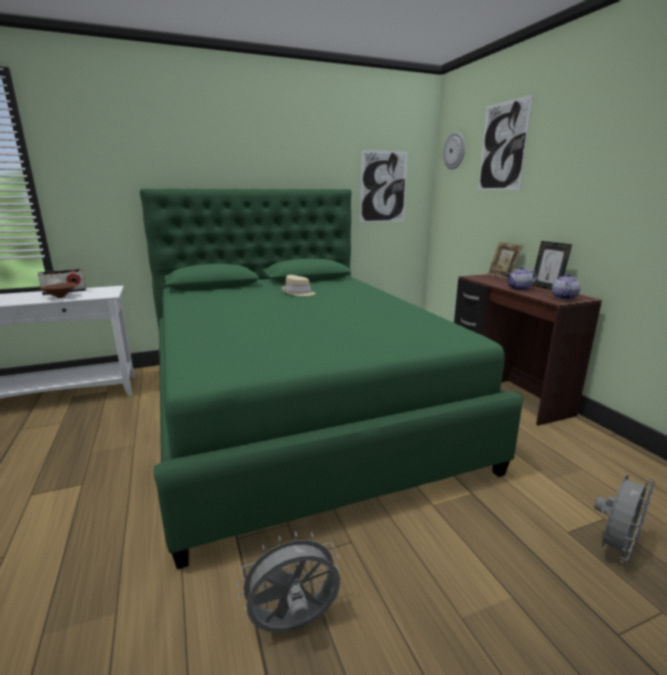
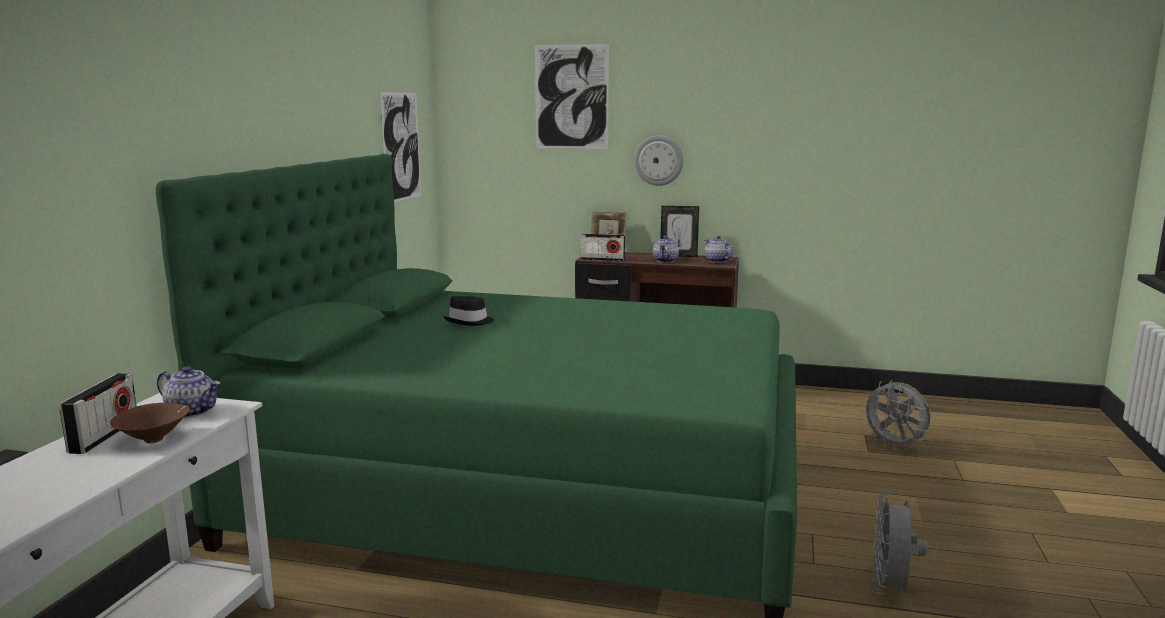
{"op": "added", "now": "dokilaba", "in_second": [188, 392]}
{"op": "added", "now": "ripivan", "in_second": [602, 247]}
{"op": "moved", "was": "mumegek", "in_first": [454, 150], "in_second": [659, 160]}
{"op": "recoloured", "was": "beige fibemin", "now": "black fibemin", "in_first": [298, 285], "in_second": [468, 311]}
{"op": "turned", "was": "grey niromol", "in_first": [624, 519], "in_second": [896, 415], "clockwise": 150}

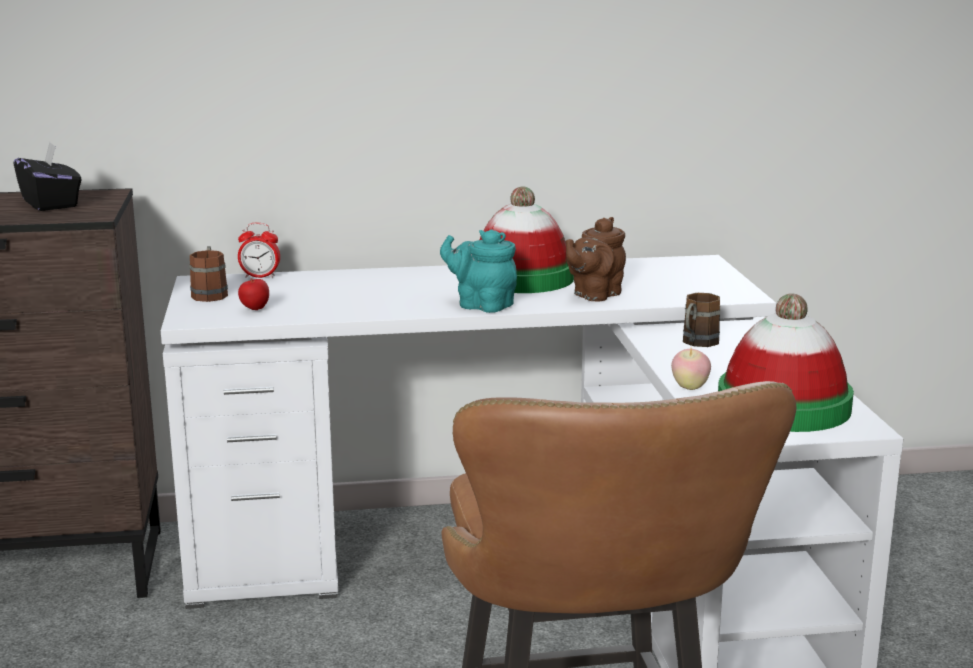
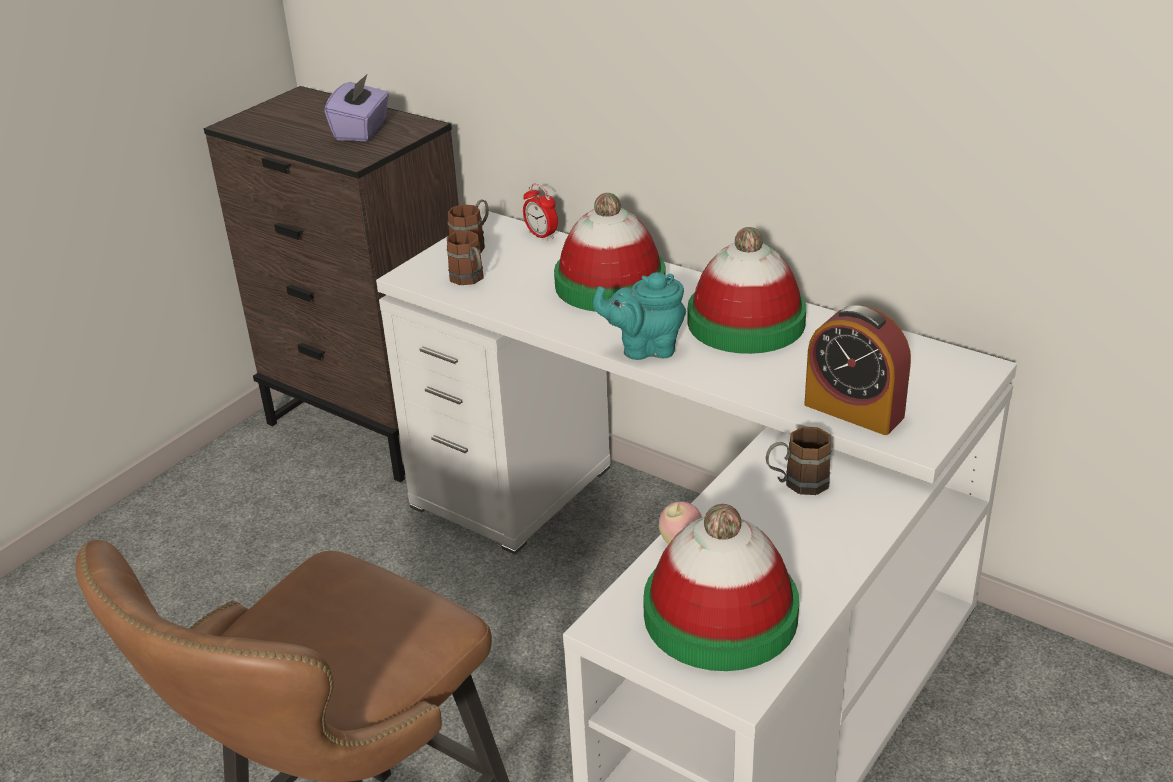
{"op": "removed", "was": "brown dokilaba", "in_first": [596, 259]}
{"op": "added", "now": "fibemin", "in_second": [609, 252]}
{"op": "added", "now": "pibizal", "in_second": [858, 370]}
{"op": "replaced", "was": "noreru", "now": "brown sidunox", "in_first": [253, 294], "in_second": [465, 258]}
{"op": "recoloured", "was": "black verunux", "now": "purple verunux", "in_first": [47, 176], "in_second": [356, 107]}
{"op": "turned", "was": "turquoise dokilaba", "in_first": [478, 271], "in_second": [639, 316], "clockwise": -75}

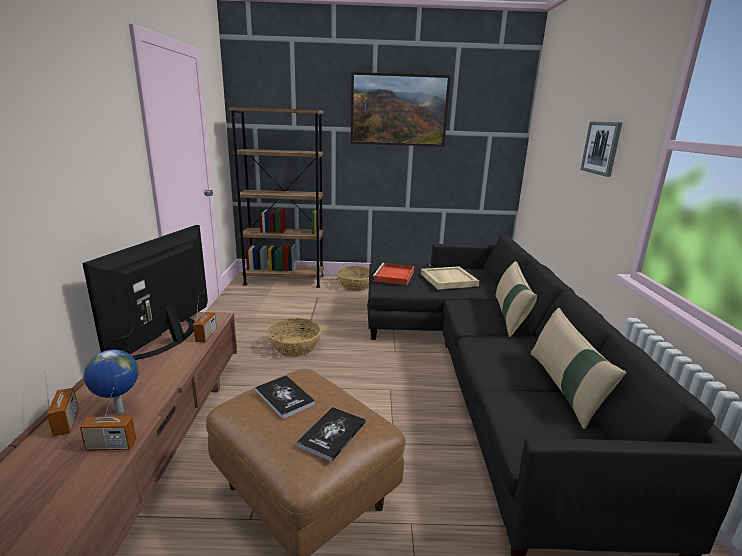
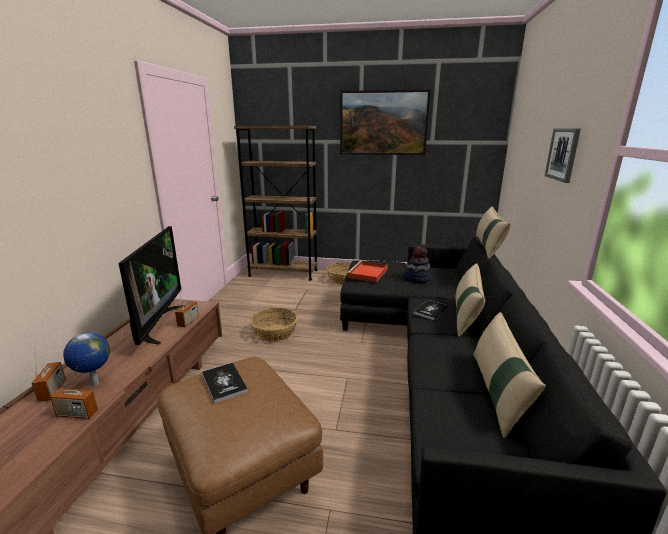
{"op": "added", "now": "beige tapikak", "in_second": [493, 232]}
{"op": "moved", "was": "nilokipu", "in_first": [331, 434], "in_second": [430, 310]}
{"op": "replaced", "was": "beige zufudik", "now": "fibemin", "in_first": [450, 278], "in_second": [417, 264]}
{"op": "turned", "was": "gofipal", "in_first": [145, 292], "in_second": [151, 285], "clockwise": 150}

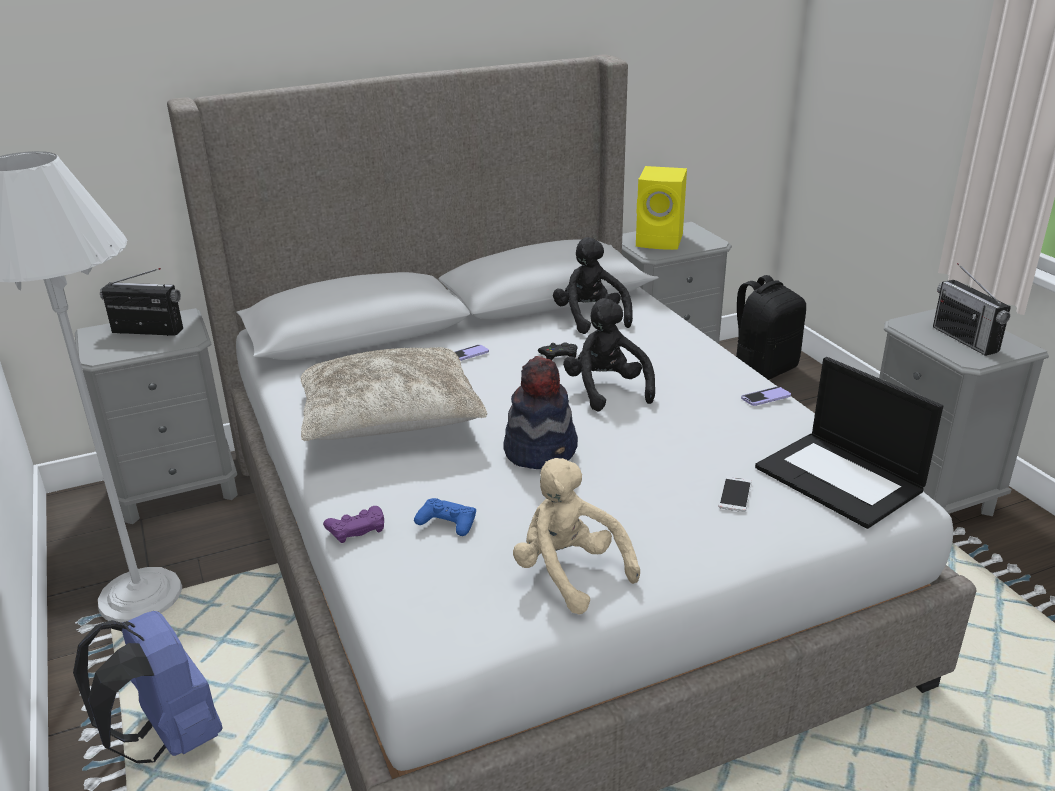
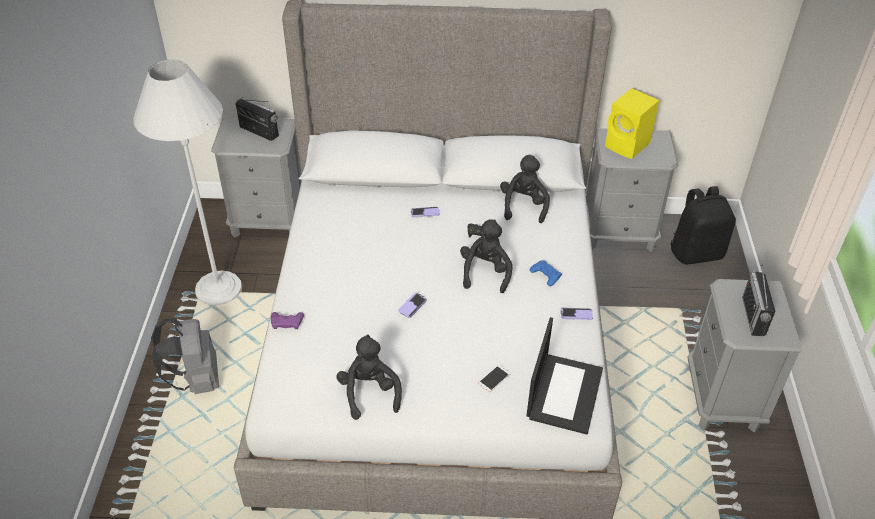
{"op": "removed", "was": "beige tapikak", "in_first": [393, 394]}
{"op": "moved", "was": "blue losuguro", "in_first": [445, 517], "in_second": [546, 273]}
{"op": "replaced", "was": "fibemin", "now": "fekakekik", "in_first": [540, 412], "in_second": [412, 305]}
{"op": "recoloured", "was": "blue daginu", "now": "grey daginu", "in_first": [147, 687], "in_second": [185, 356]}
{"op": "recoloured", "was": "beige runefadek", "now": "black runefadek", "in_first": [576, 536], "in_second": [369, 377]}
{"op": "turned", "was": "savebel", "in_first": [849, 443], "in_second": [564, 376], "clockwise": -150}

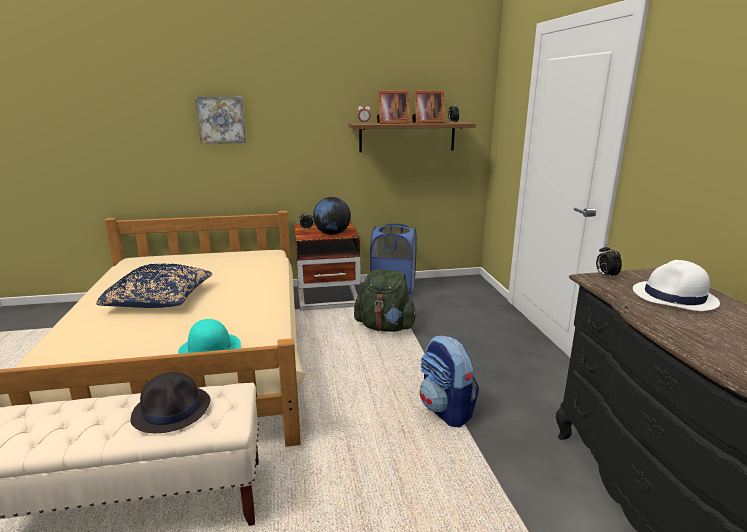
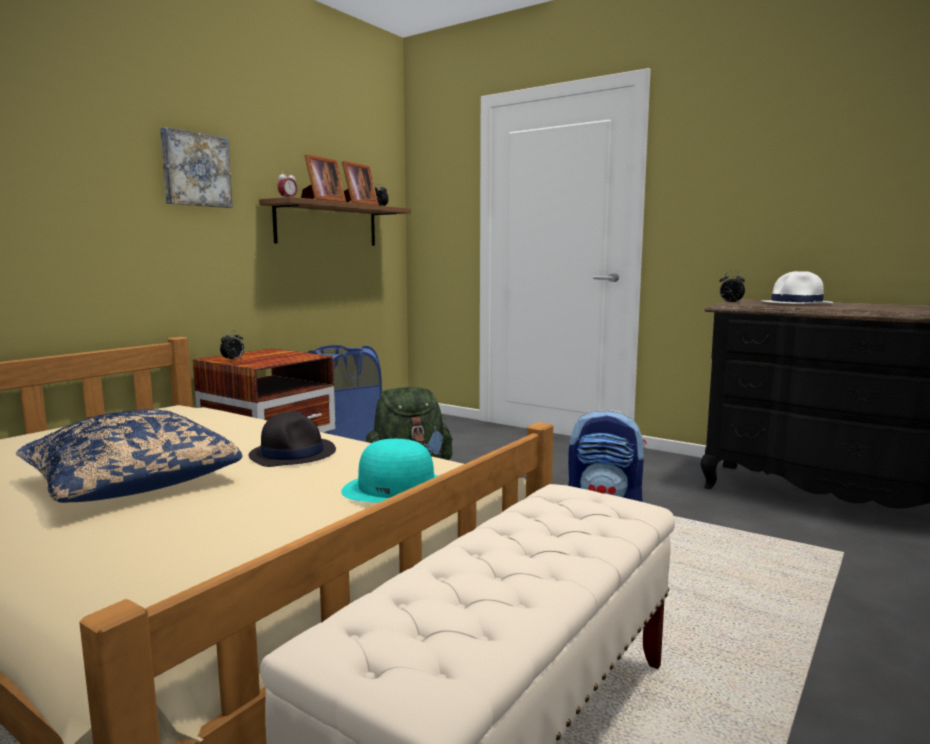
{"op": "removed", "was": "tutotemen", "in_first": [332, 216]}
{"op": "moved", "was": "black fibemin", "in_first": [170, 402], "in_second": [292, 439]}
{"op": "moved", "was": "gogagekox", "in_first": [220, 120], "in_second": [196, 167]}

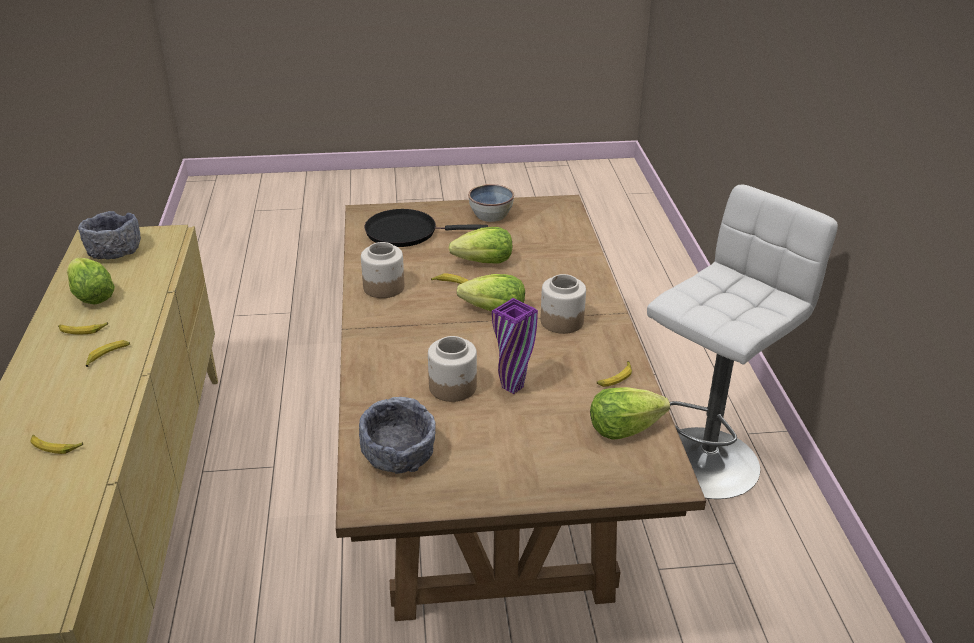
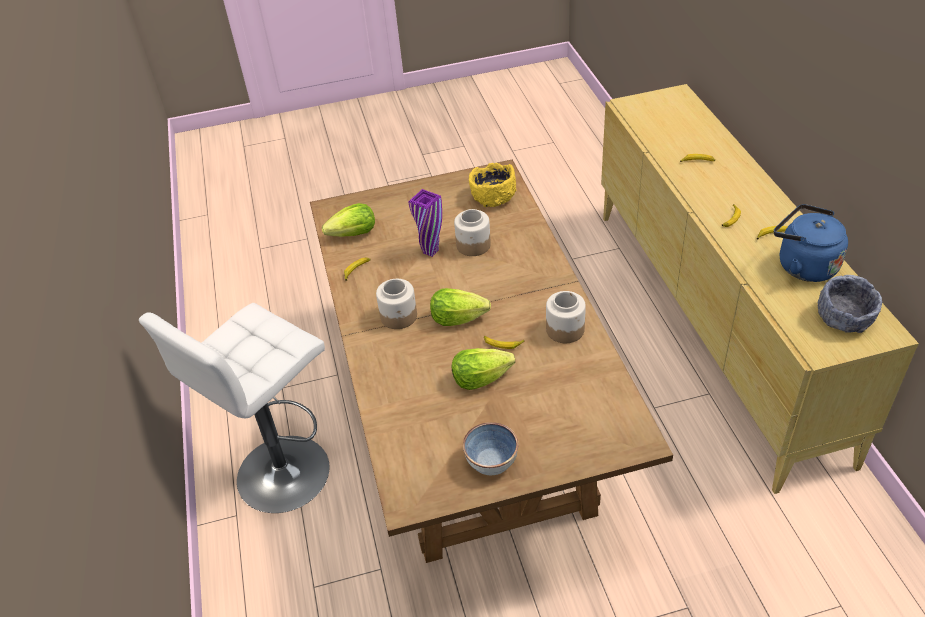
{"op": "removed", "was": "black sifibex", "in_first": [426, 228]}
{"op": "replaced", "was": "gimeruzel", "now": "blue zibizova", "in_first": [91, 281], "in_second": [811, 243]}
{"op": "recoloured", "was": "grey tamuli", "now": "yellow tamuli", "in_first": [397, 435], "in_second": [492, 184]}

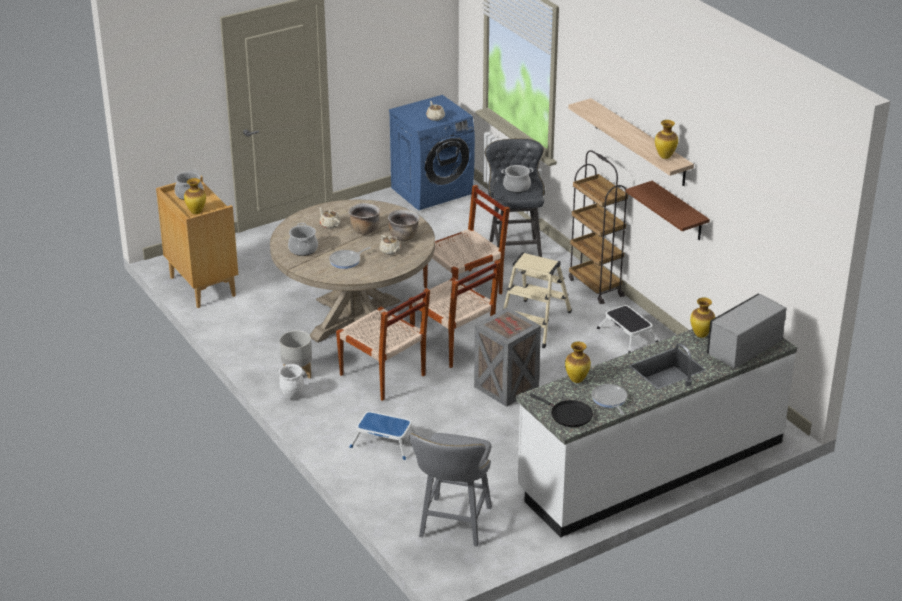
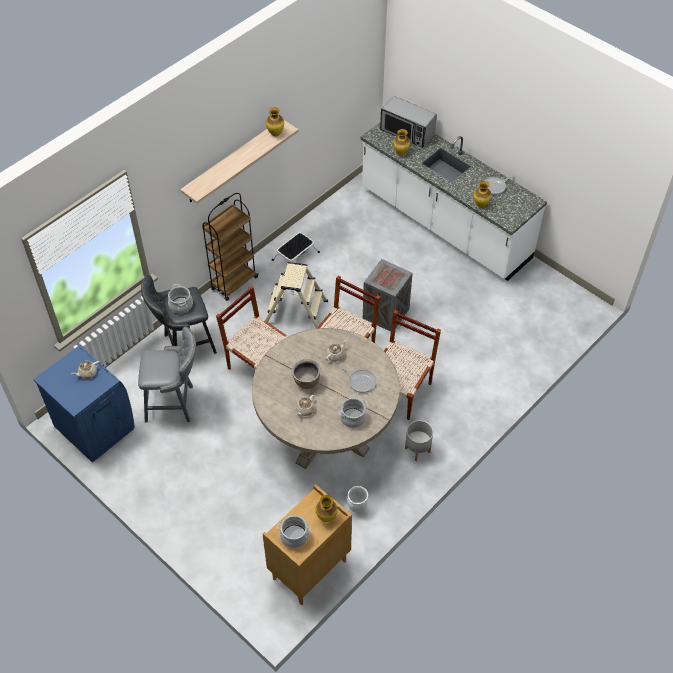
{"op": "removed", "was": "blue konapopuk", "in_first": [383, 435]}
{"op": "removed", "was": "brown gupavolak", "in_first": [404, 225]}
{"op": "removed", "was": "black sifibex", "in_first": [561, 410]}
{"op": "removed", "was": "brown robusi", "in_first": [667, 210]}
{"op": "moved", "was": "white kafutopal", "in_first": [291, 382], "in_second": [357, 499]}
{"op": "moved", "was": "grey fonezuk", "in_first": [450, 490], "in_second": [167, 374]}

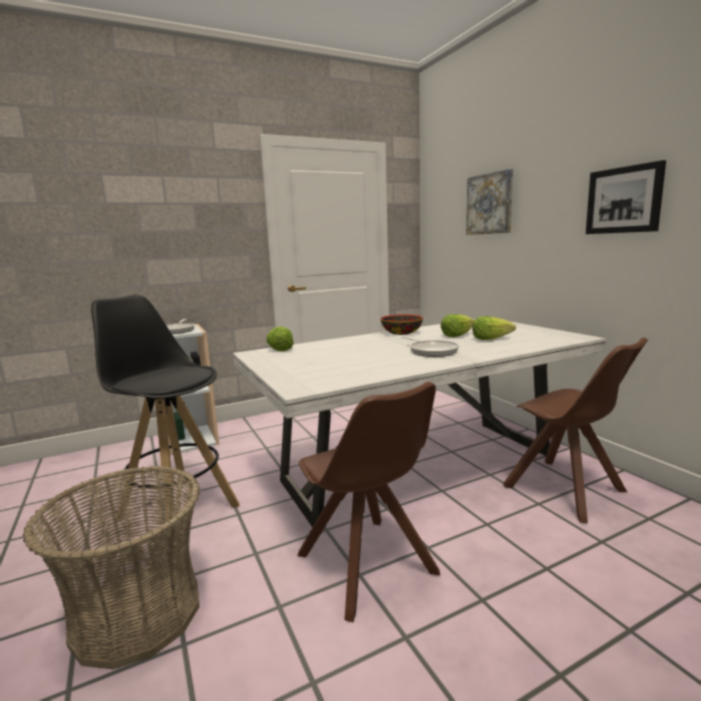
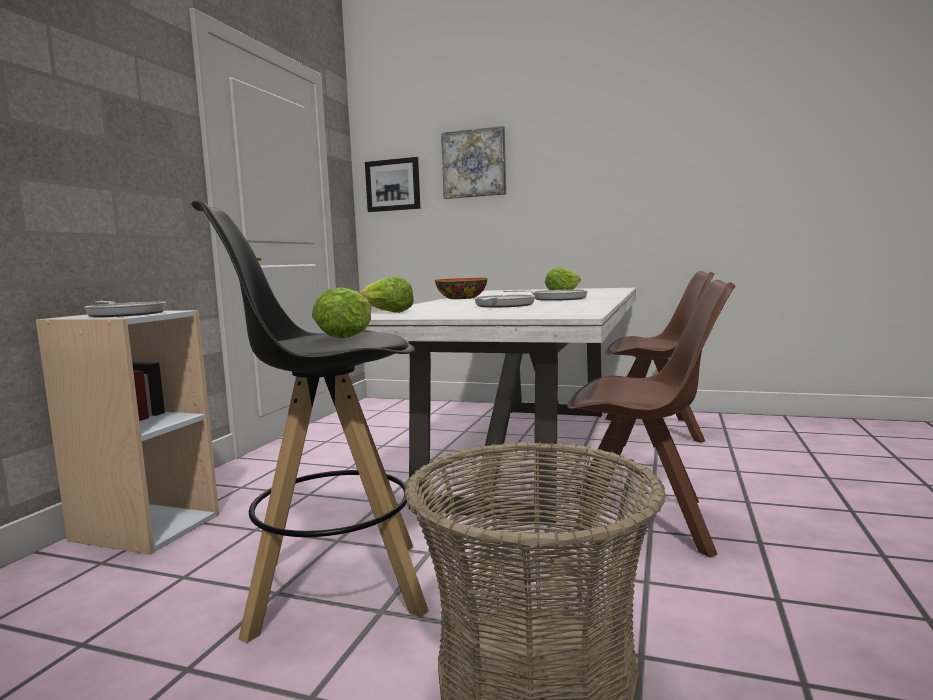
{"op": "added", "now": "sifibex", "in_second": [504, 301]}
{"op": "moved", "was": "gimeruzel", "in_first": [457, 325], "in_second": [341, 313]}
{"op": "moved", "was": "gogagekox", "in_first": [626, 197], "in_second": [392, 184]}

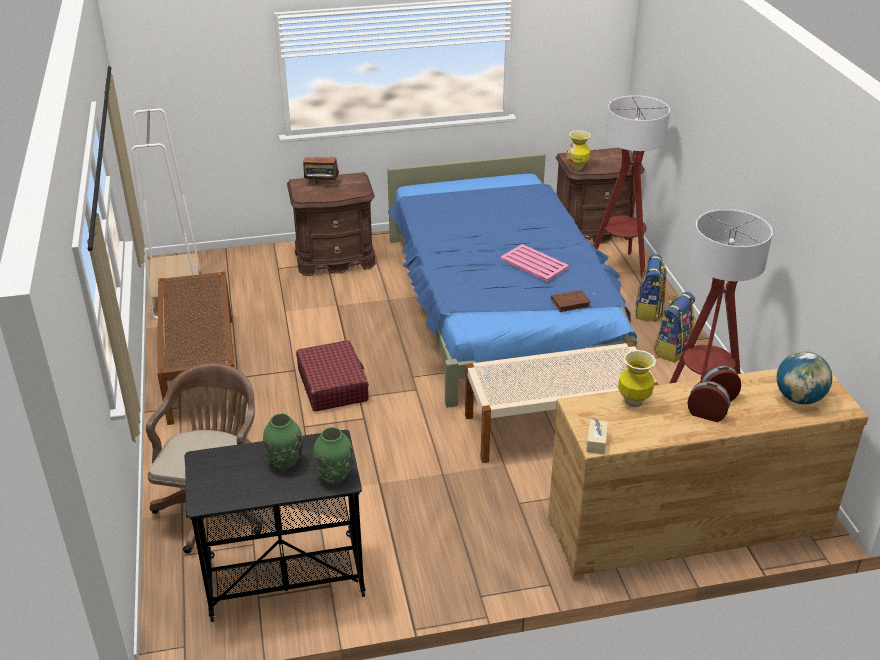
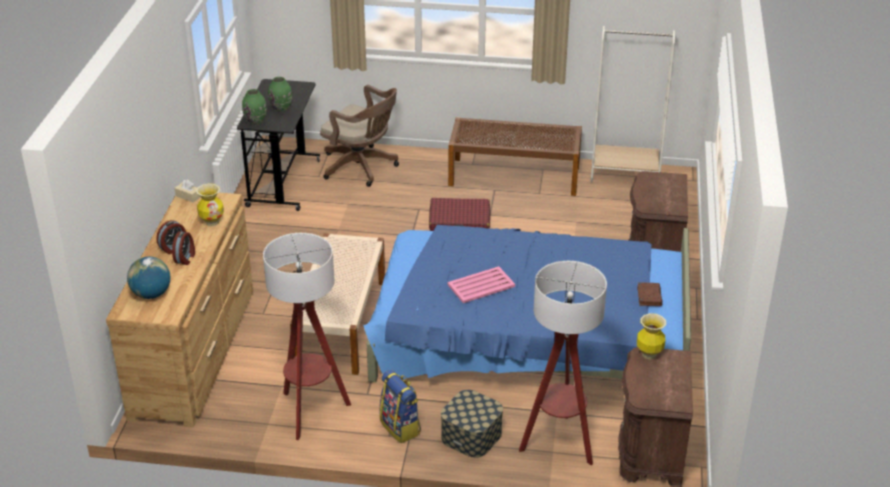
{"op": "removed", "was": "ripivan", "in_first": [321, 170]}
{"op": "moved", "was": "brown nilokipu", "in_first": [571, 301], "in_second": [649, 294]}
{"op": "replaced", "was": "daginu", "now": "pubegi", "in_first": [651, 288], "in_second": [472, 424]}

